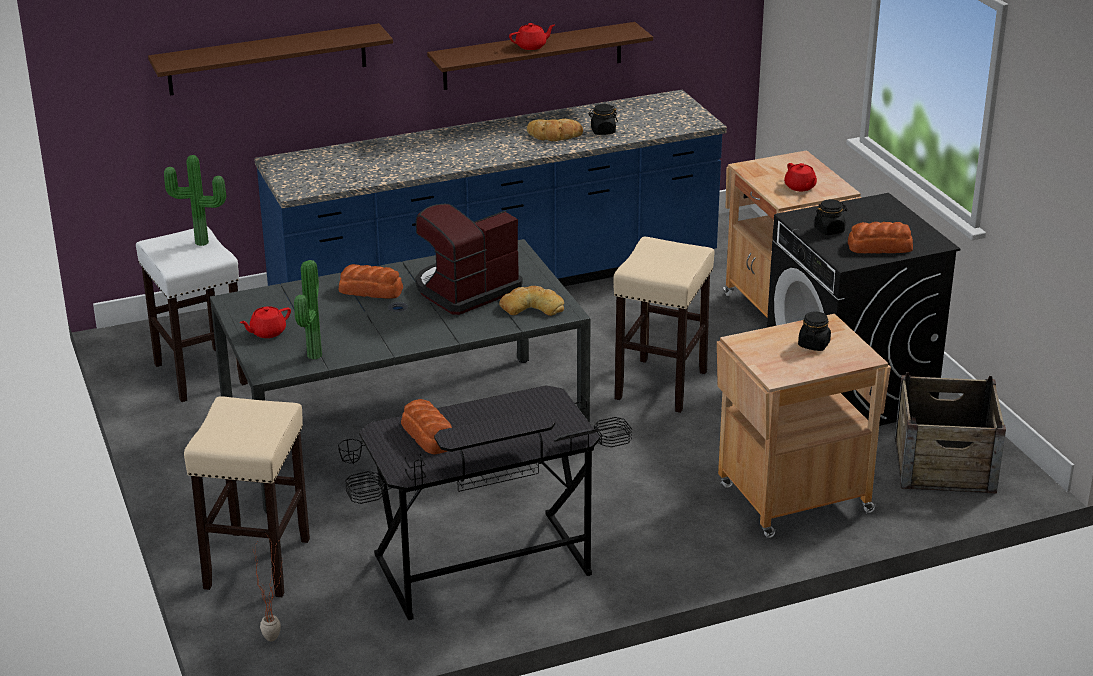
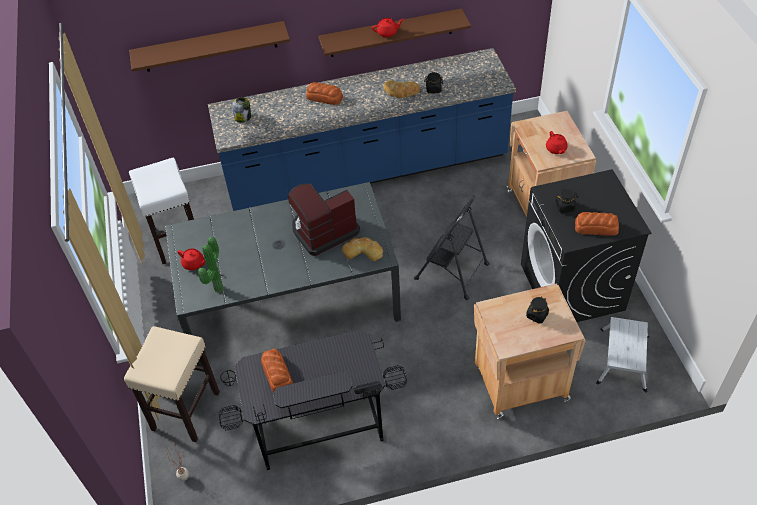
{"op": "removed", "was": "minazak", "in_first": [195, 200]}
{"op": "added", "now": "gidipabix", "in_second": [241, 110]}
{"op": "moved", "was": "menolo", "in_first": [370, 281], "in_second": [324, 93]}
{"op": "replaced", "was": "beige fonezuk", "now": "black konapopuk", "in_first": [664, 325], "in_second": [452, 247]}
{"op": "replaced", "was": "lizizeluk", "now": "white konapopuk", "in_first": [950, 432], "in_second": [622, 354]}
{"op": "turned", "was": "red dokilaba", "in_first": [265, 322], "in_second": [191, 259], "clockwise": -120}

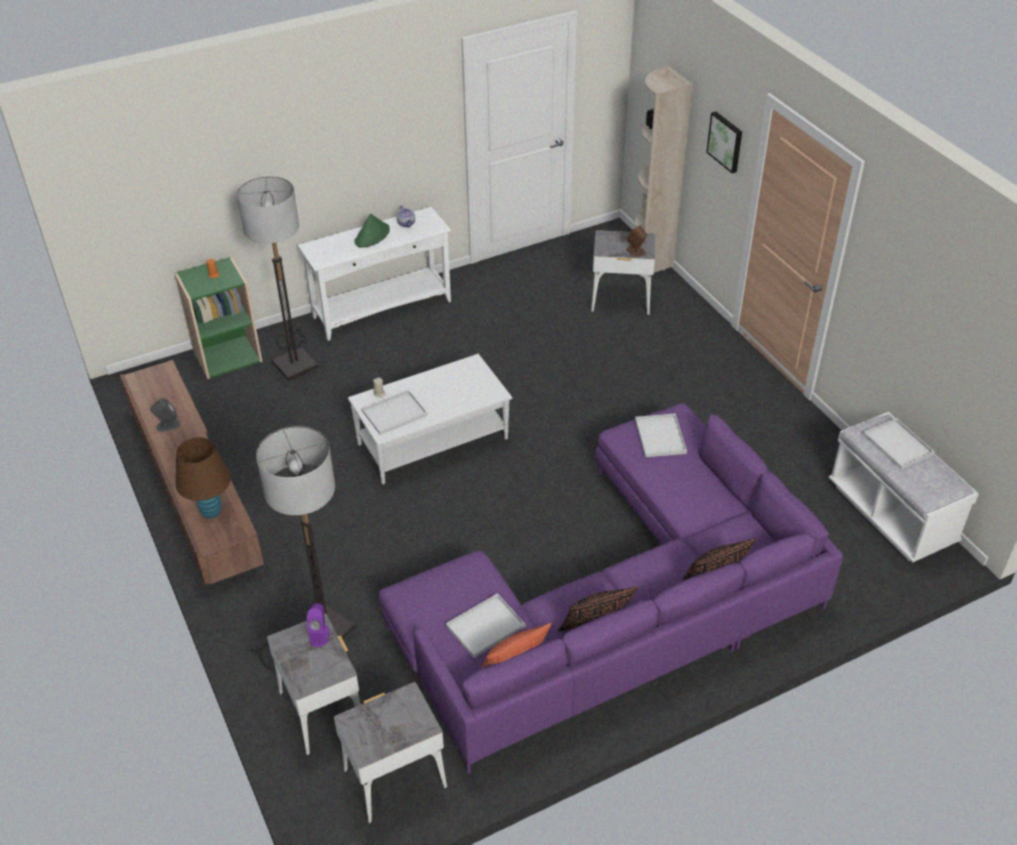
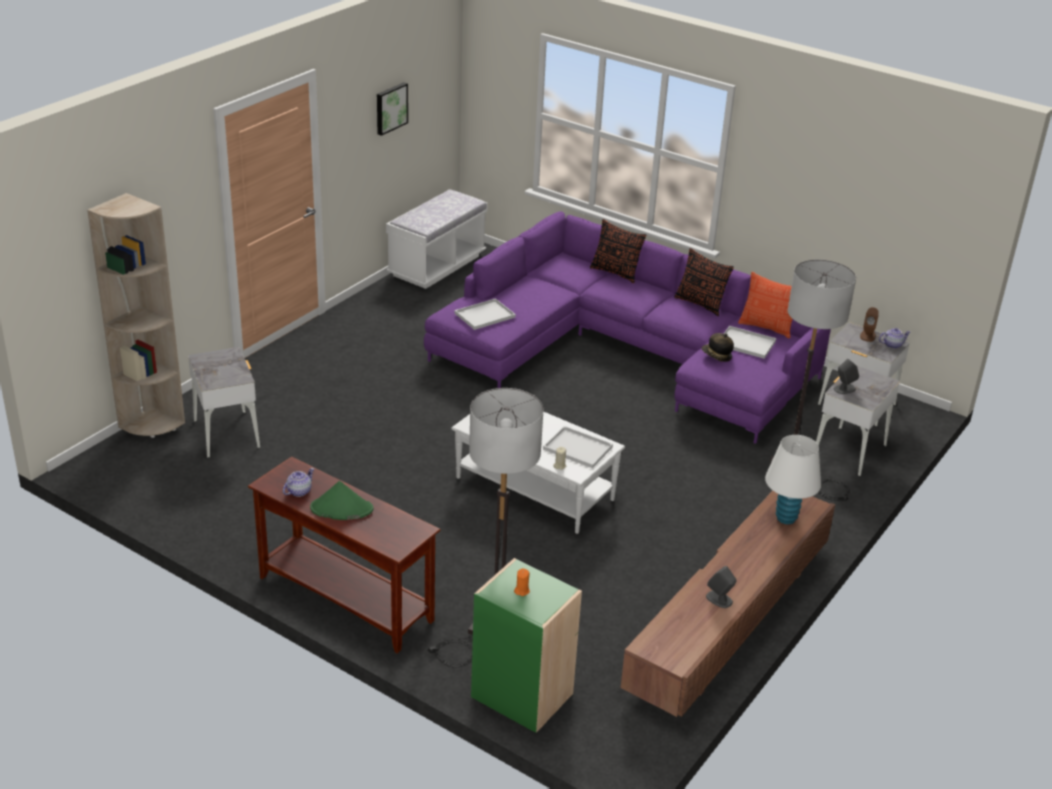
{"op": "removed", "was": "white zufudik", "in_first": [899, 443]}
{"op": "added", "now": "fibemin", "in_second": [718, 347]}
{"op": "added", "now": "dokilaba", "in_second": [895, 338]}
{"op": "moved", "was": "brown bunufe", "in_first": [637, 241], "in_second": [869, 324]}
{"op": "moved", "was": "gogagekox", "in_first": [724, 142], "in_second": [392, 109]}
{"op": "recoloured", "was": "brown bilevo", "now": "white bilevo", "in_first": [203, 478], "in_second": [793, 479]}
{"op": "recoloured", "was": "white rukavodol", "now": "brown rukavodol", "in_first": [374, 274], "in_second": [344, 554]}
{"op": "recoloured", "was": "purple bunufe", "now": "grey bunufe", "in_first": [318, 625], "in_second": [846, 376]}

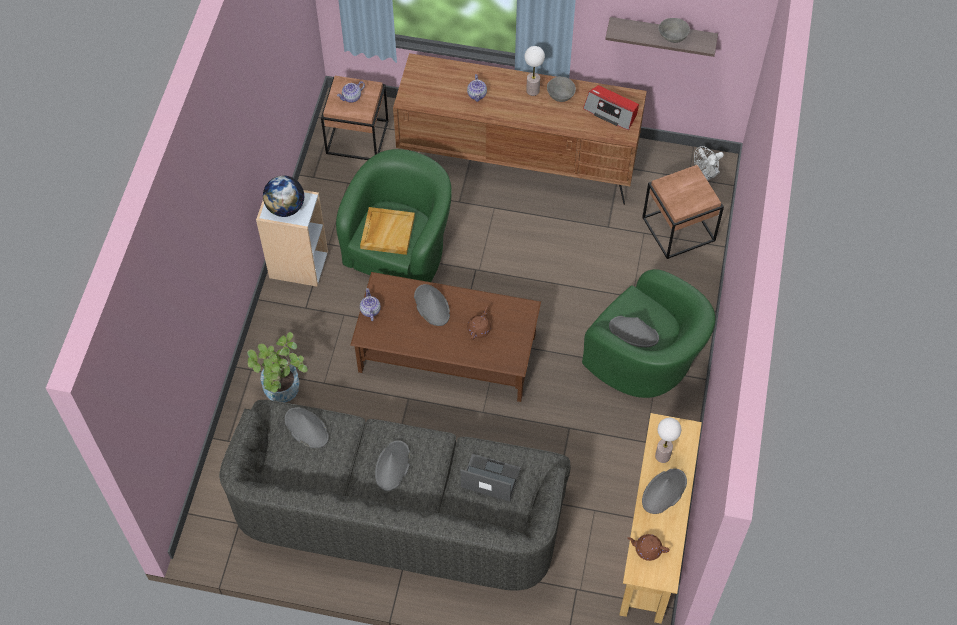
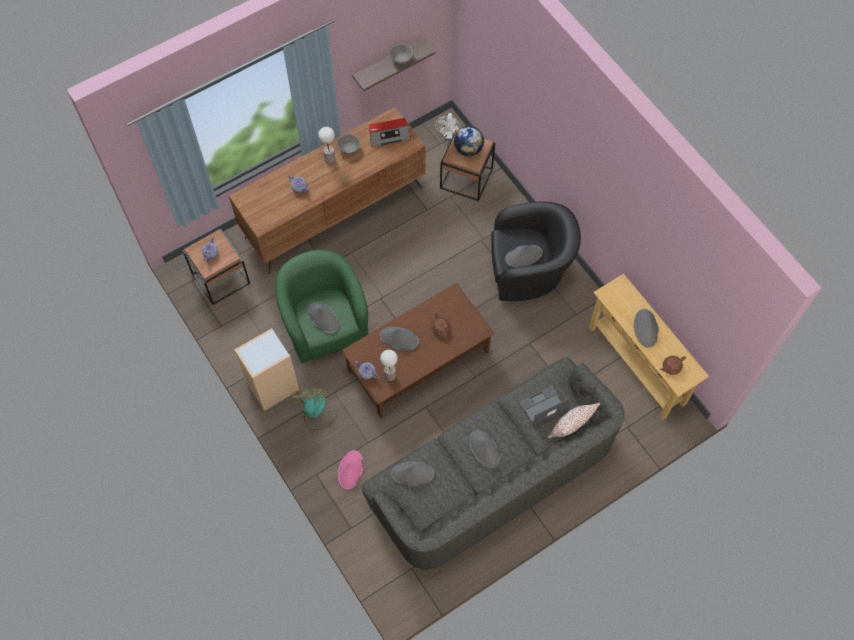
{"op": "added", "now": "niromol", "in_second": [314, 410]}
{"op": "added", "now": "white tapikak", "in_second": [574, 420]}
{"op": "moved", "was": "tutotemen", "in_first": [283, 196], "in_second": [469, 141]}
{"op": "moved", "was": "bilevo", "in_first": [668, 440], "in_second": [389, 365]}
{"op": "replaced", "was": "minazak", "now": "pink fibemin", "in_first": [277, 367], "in_second": [350, 470]}
{"op": "replaced", "was": "beige zufudik", "now": "grey fibemin", "in_first": [387, 231], "in_second": [323, 318]}
{"op": "recoloured", "was": "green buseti", "now": "black buseti", "in_first": [648, 333], "in_second": [536, 251]}

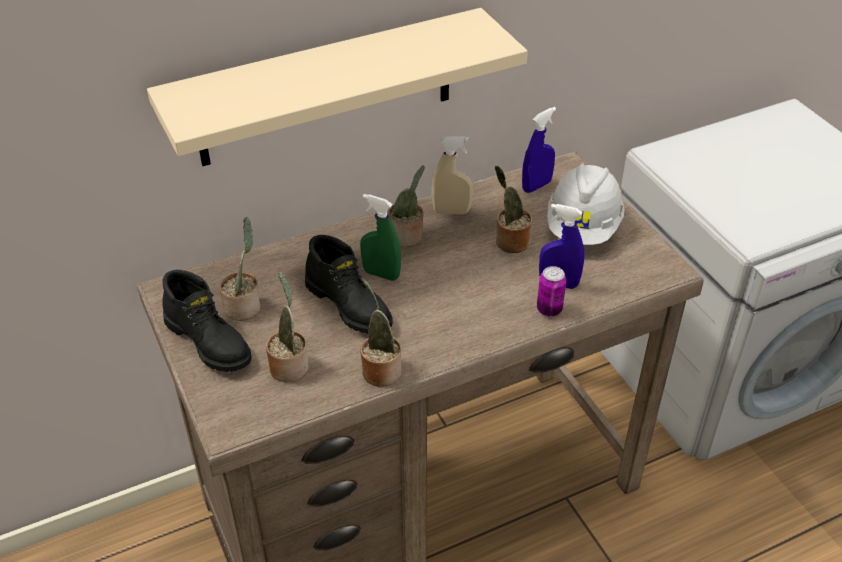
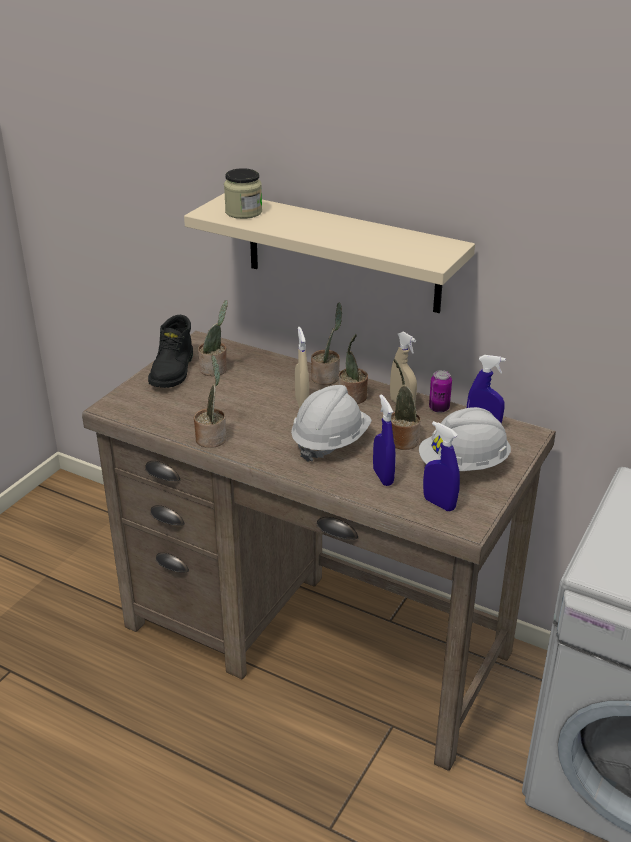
{"op": "removed", "was": "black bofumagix", "in_first": [349, 284]}
{"op": "added", "now": "gidipabix", "in_second": [243, 193]}
{"op": "added", "now": "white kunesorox", "in_second": [331, 423]}
{"op": "added", "now": "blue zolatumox", "in_second": [441, 466]}
{"op": "moved", "was": "minazak", "in_first": [287, 326], "in_second": [326, 344]}
{"op": "moved", "was": "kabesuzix", "in_first": [551, 291], "in_second": [440, 391]}
{"op": "recoloured", "was": "green zolatumox", "now": "beige zolatumox", "in_first": [380, 237], "in_second": [302, 368]}

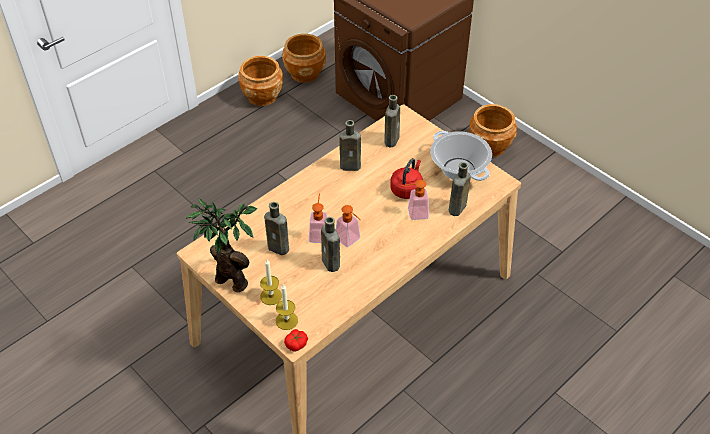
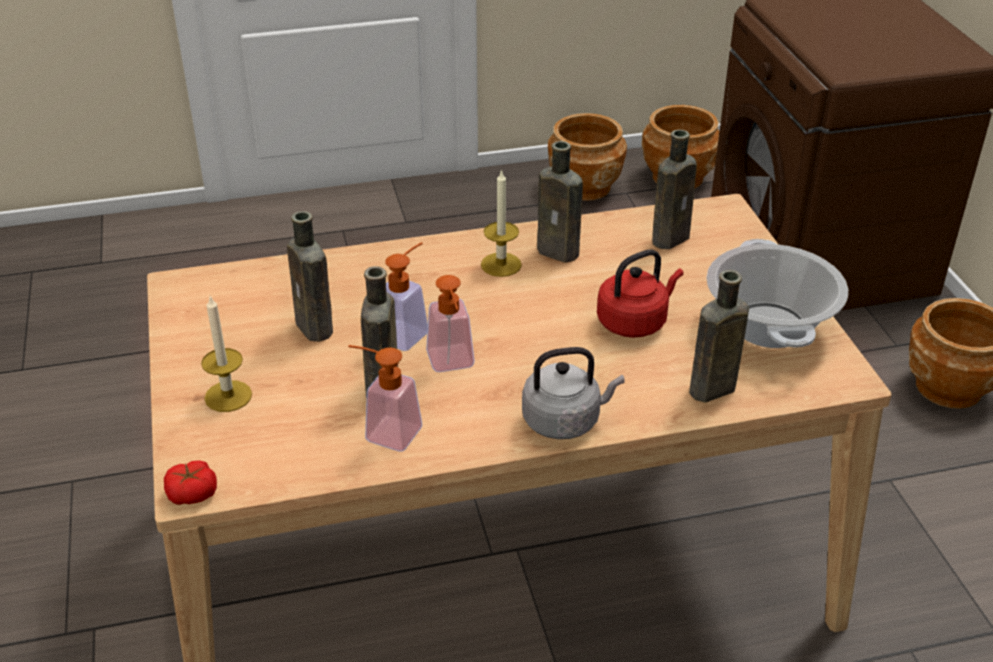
{"op": "removed", "was": "minazak", "in_first": [221, 245]}
{"op": "added", "now": "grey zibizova", "in_second": [573, 393]}
{"op": "moved", "was": "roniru", "in_first": [287, 307], "in_second": [501, 223]}
{"op": "moved", "was": "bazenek", "in_first": [415, 200], "in_second": [385, 398]}

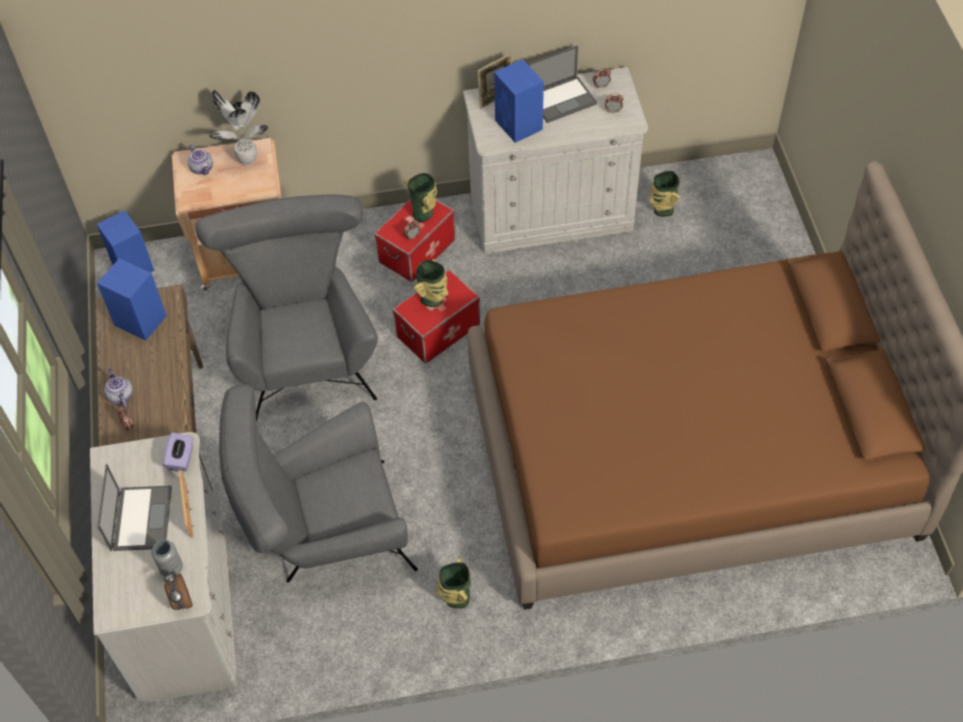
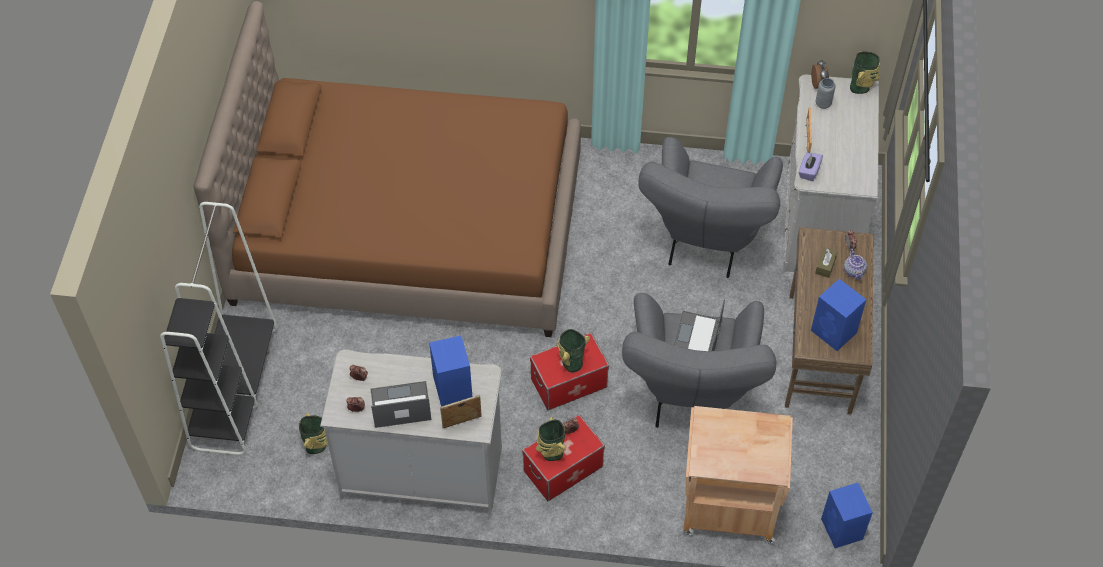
{"op": "removed", "was": "dokilaba", "in_first": [200, 160]}
{"op": "removed", "was": "minazak", "in_first": [238, 128]}
{"op": "added", "now": "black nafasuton", "in_second": [219, 328]}
{"op": "added", "now": "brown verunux", "in_second": [826, 262]}
{"op": "moved", "was": "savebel", "in_first": [134, 507], "in_second": [699, 325]}
{"op": "moved", "was": "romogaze", "in_first": [453, 583], "in_second": [865, 72]}
{"op": "turned", "was": "grey buseti", "in_first": [318, 483], "in_second": [710, 207], "clockwise": 105}

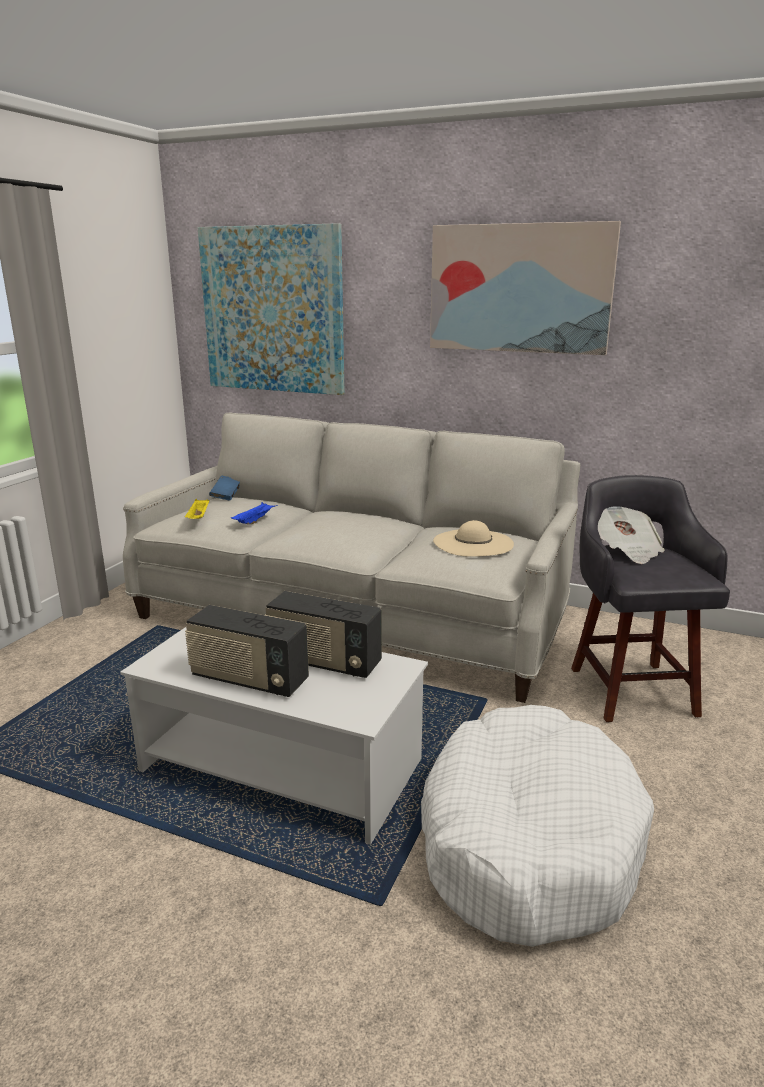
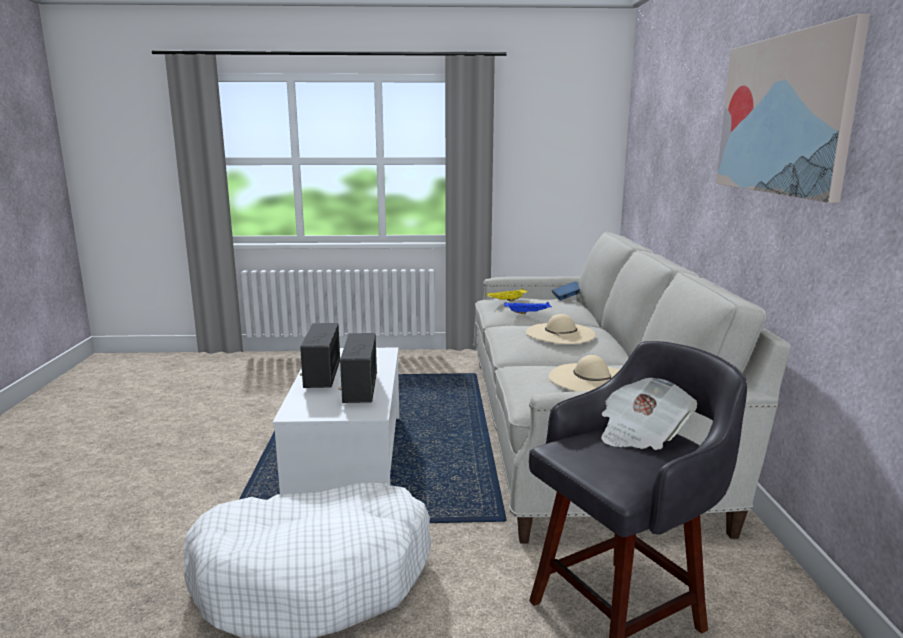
{"op": "removed", "was": "gogagekox", "in_first": [271, 309]}
{"op": "added", "now": "beige fibemin", "in_second": [561, 329]}

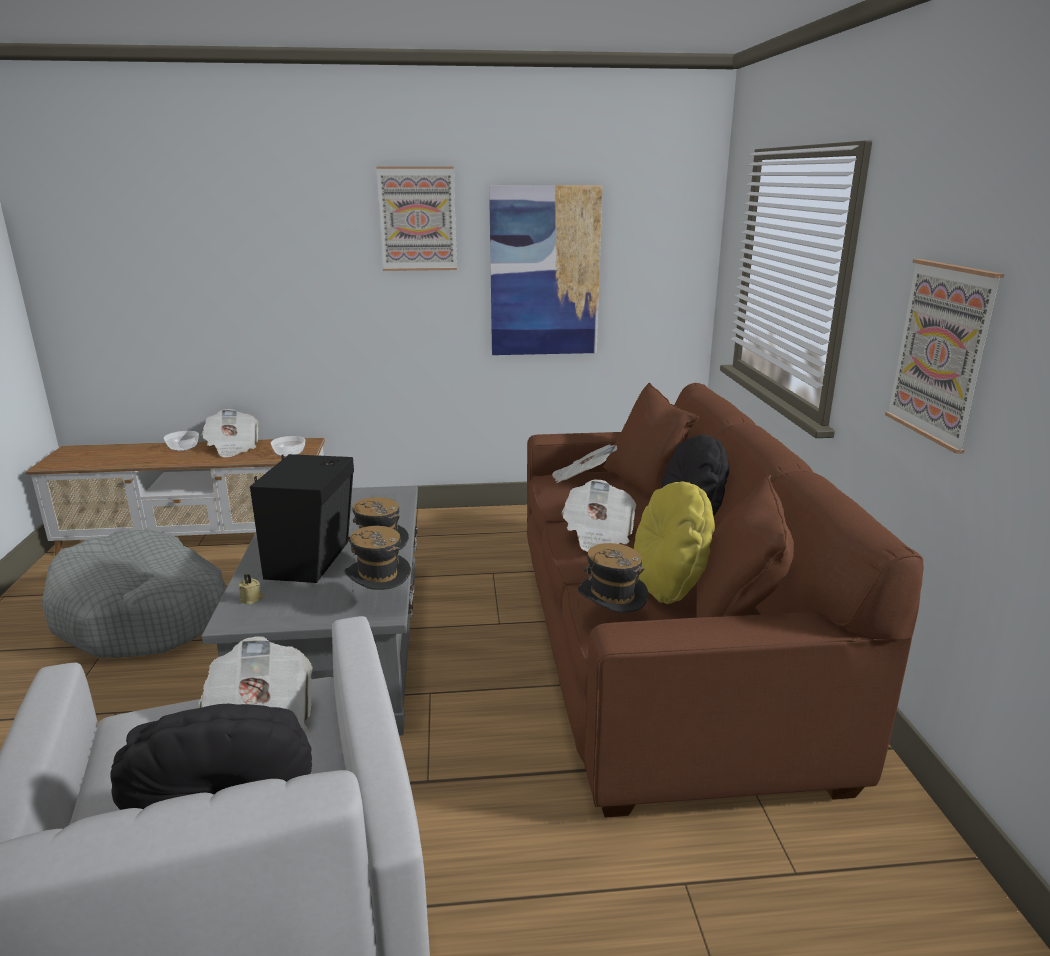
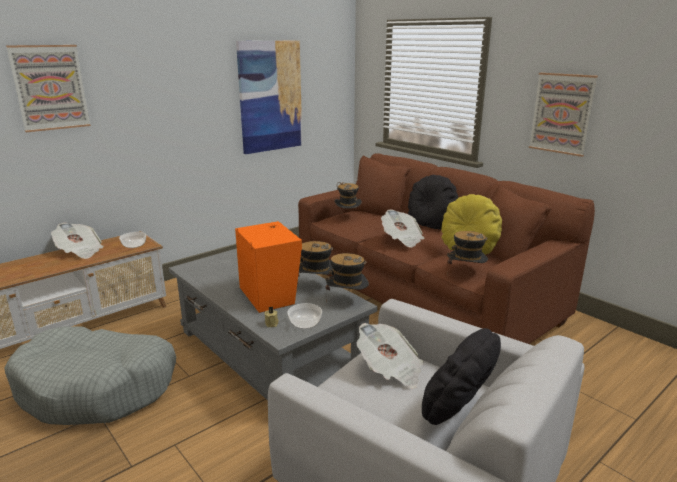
{"op": "moved", "was": "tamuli", "in_first": [181, 441], "in_second": [304, 316]}
{"op": "moved", "was": "gogagekox", "in_first": [416, 218], "in_second": [48, 88]}
{"op": "replaced", "was": "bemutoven", "now": "fibemin", "in_first": [584, 463], "in_second": [348, 195]}
{"op": "recoloured", "was": "black bunufe", "now": "orange bunufe", "in_first": [302, 518], "in_second": [268, 267]}

